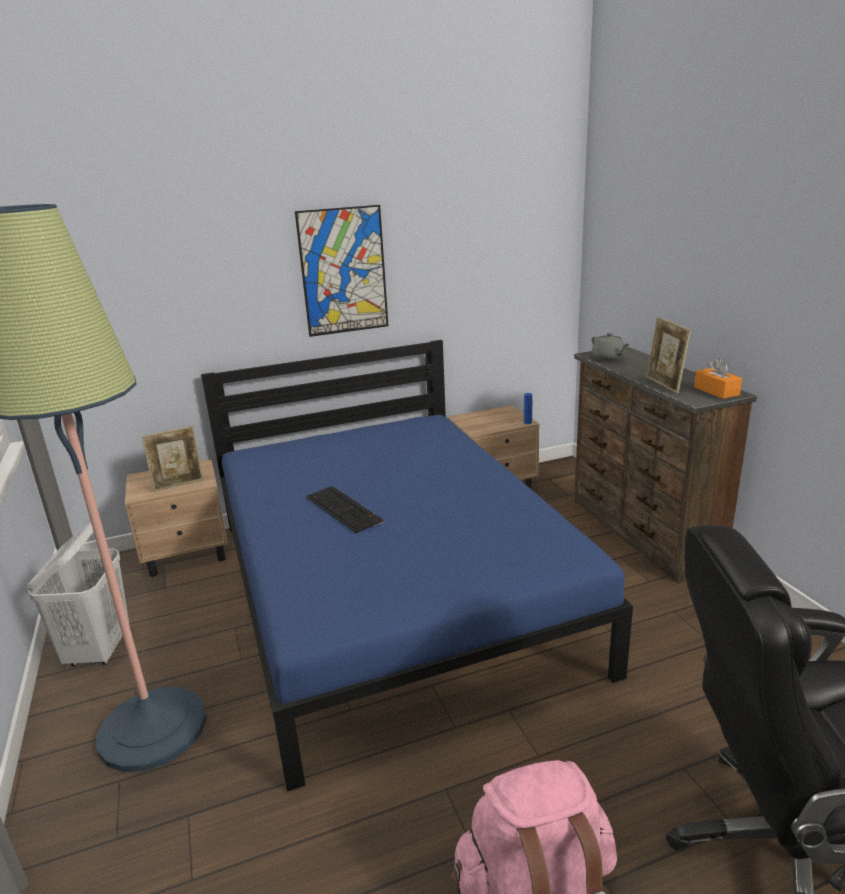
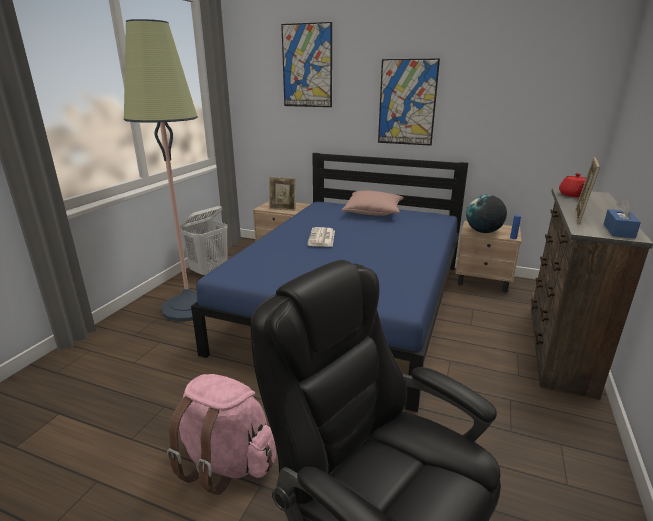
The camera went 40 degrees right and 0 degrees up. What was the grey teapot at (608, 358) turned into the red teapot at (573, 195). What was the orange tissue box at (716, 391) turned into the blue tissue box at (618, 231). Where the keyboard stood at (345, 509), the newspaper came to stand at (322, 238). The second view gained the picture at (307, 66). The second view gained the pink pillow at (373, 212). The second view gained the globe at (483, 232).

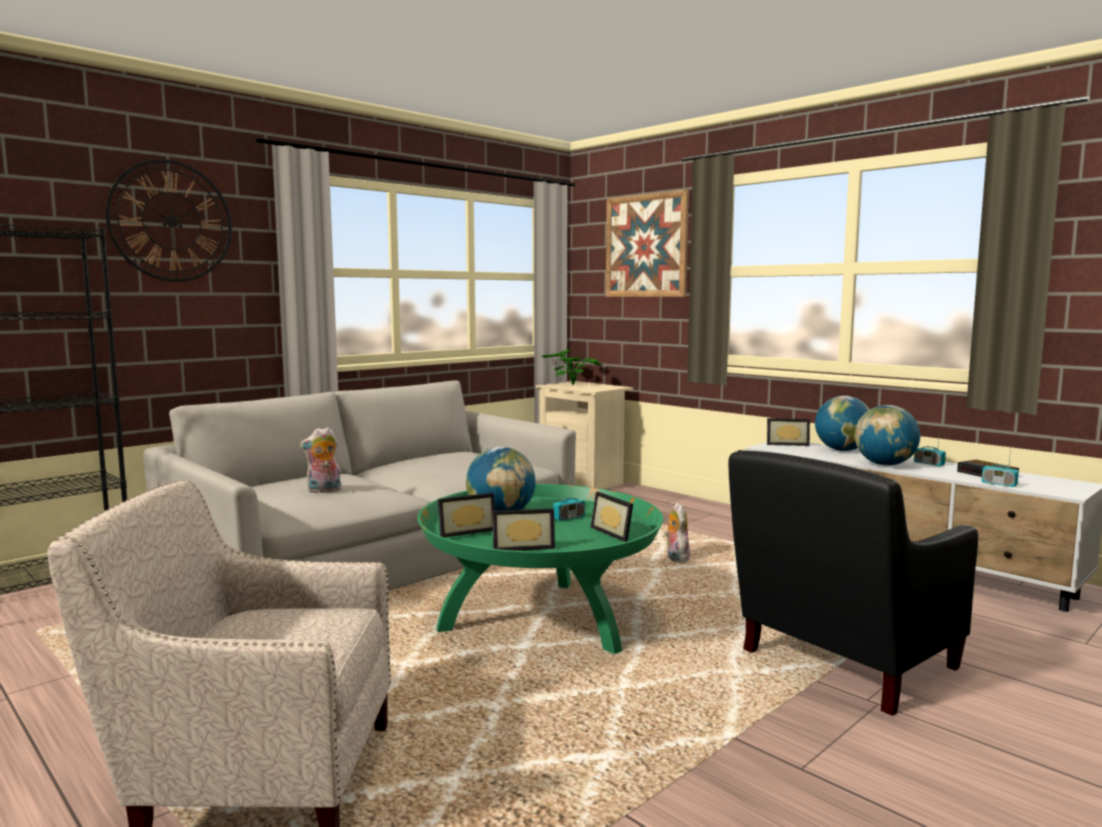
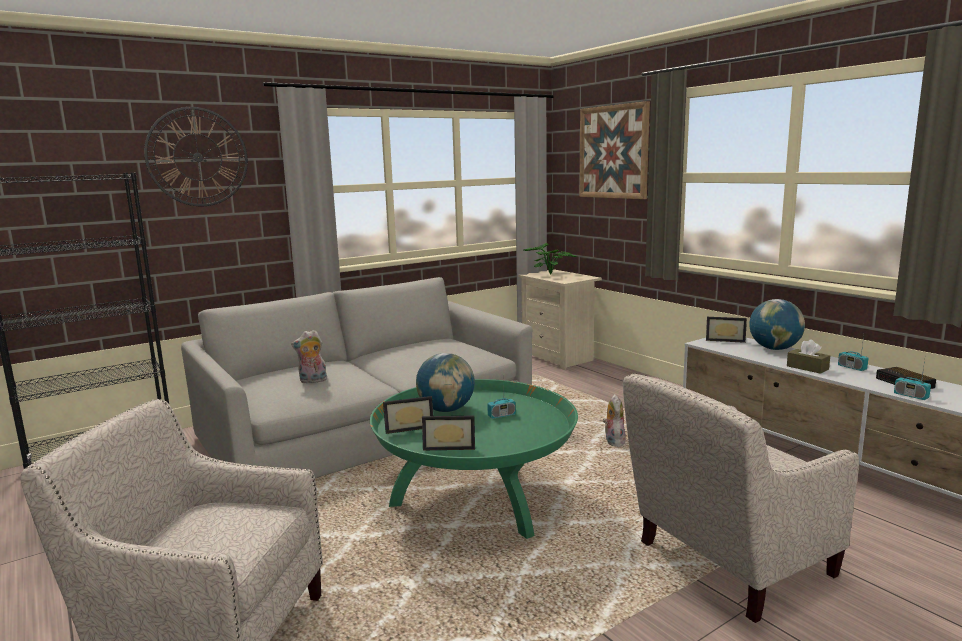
The camera went 10 degrees right and 5 degrees up. Where the globe stood at (885, 464), the brown tissue box came to stand at (807, 368). What was the black armchair at (840, 664) turned into the beige armchair at (725, 563). The second view lost the picture frame at (615, 533).

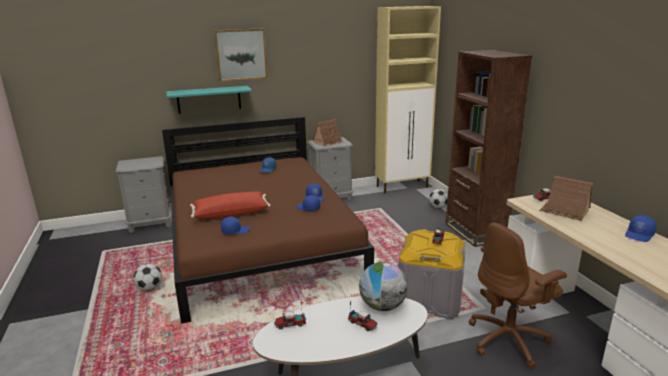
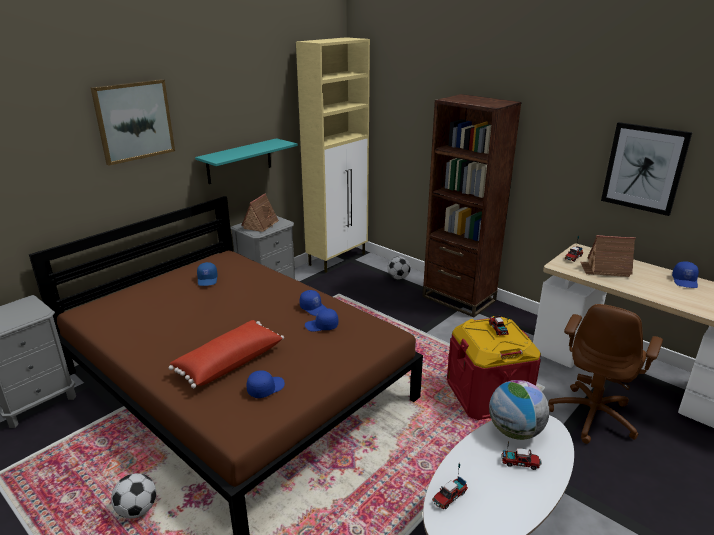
The camera went 30 degrees left and 5 degrees up. The turquoise shelf ended up elsewhere, having gone from (209, 99) to (239, 161). What was the grey storage box at (429, 299) turned into the red storage box at (488, 395). The second view gained the picture at (644, 168).

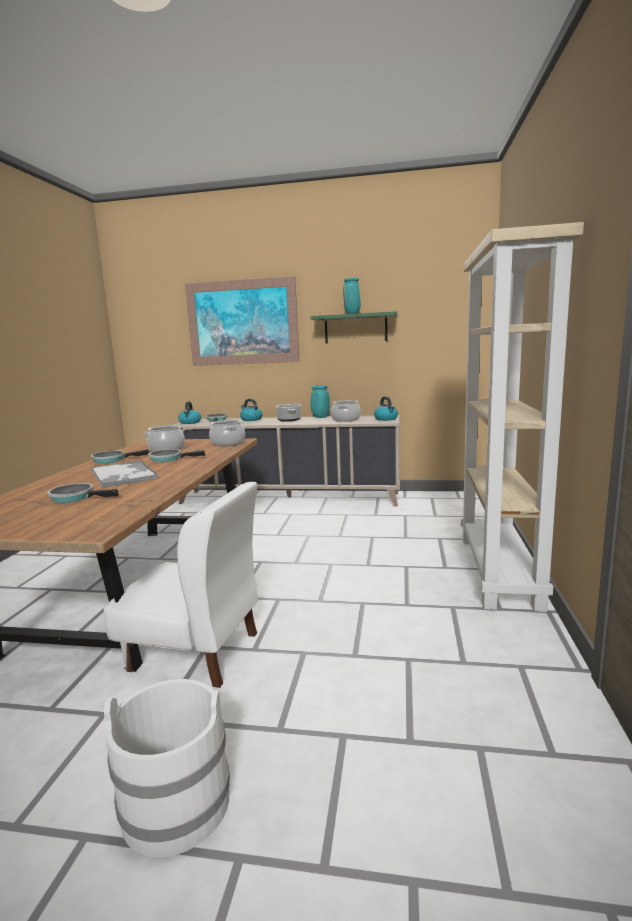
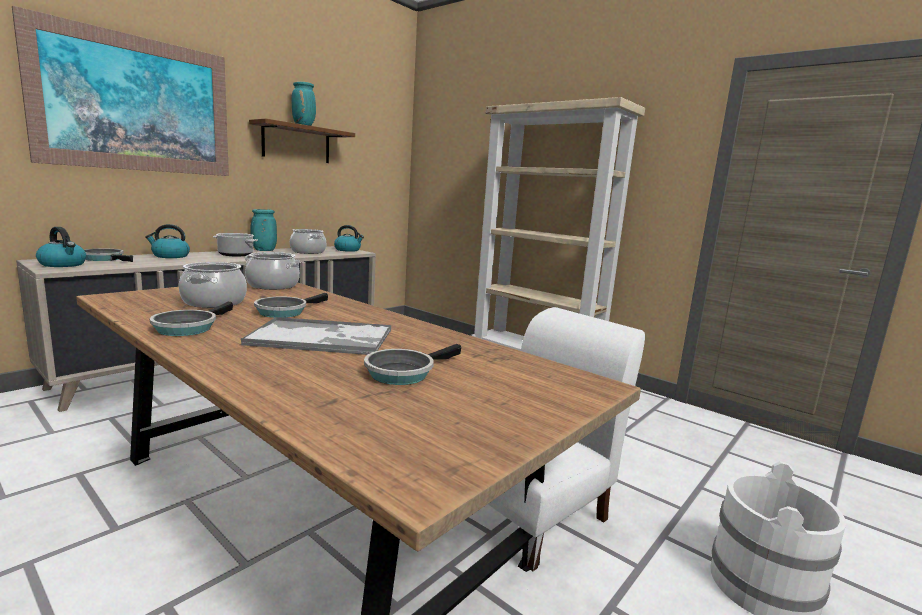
The camera went 60 degrees left and 0 degrees up. What was the green shelf at (355, 328) turned into the brown shelf at (296, 143).

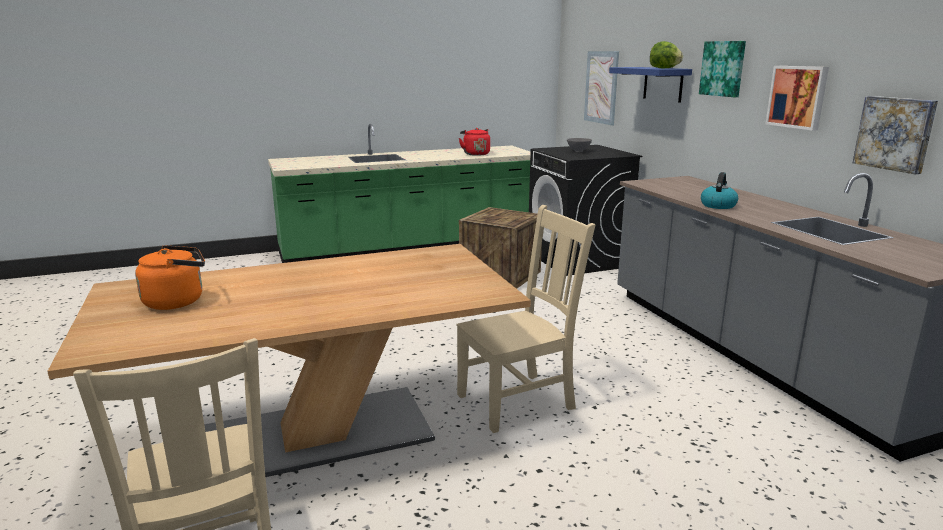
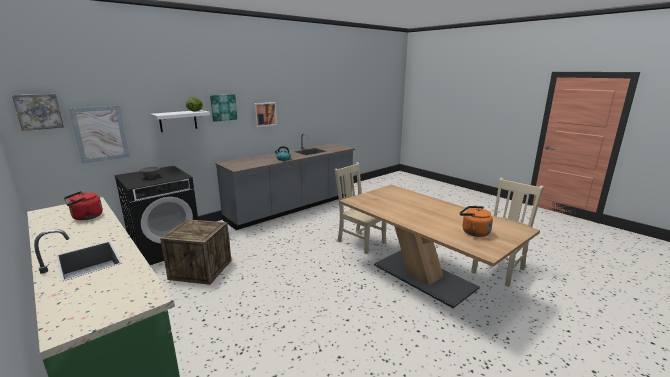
The camera went 110 degrees left and 0 degrees up. What was the blue shelf at (663, 84) turned into the white shelf at (178, 121). The picture ended up elsewhere, having gone from (895, 133) to (38, 111).

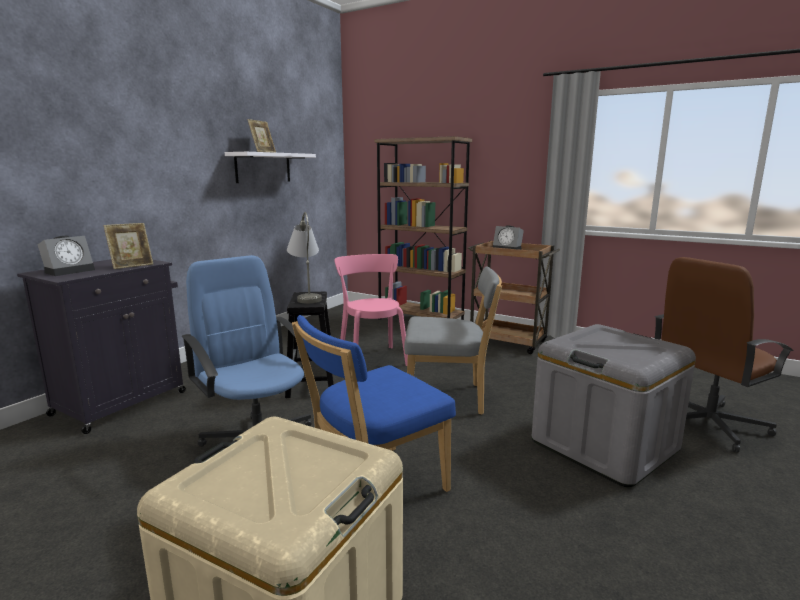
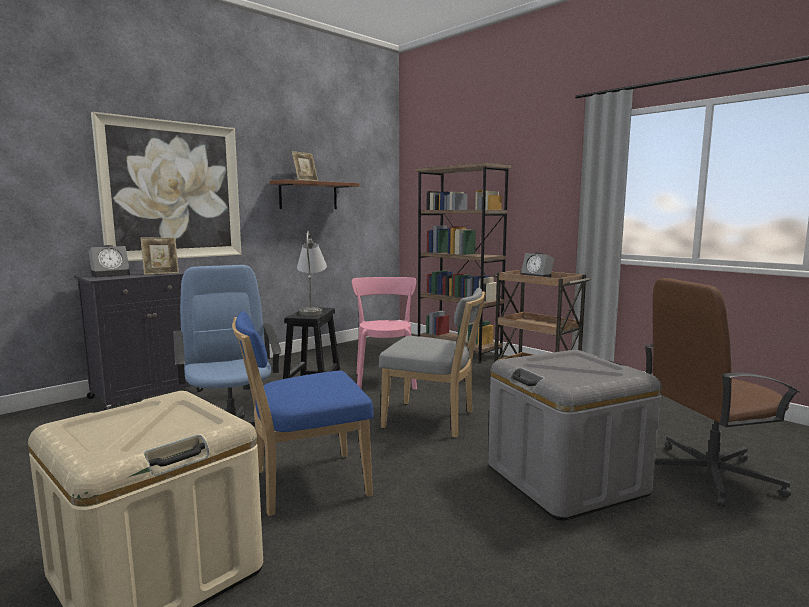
The camera went 15 degrees right and 5 degrees down. What was the white shelf at (263, 167) turned into the brown shelf at (308, 195). The second view gained the picture at (172, 191).

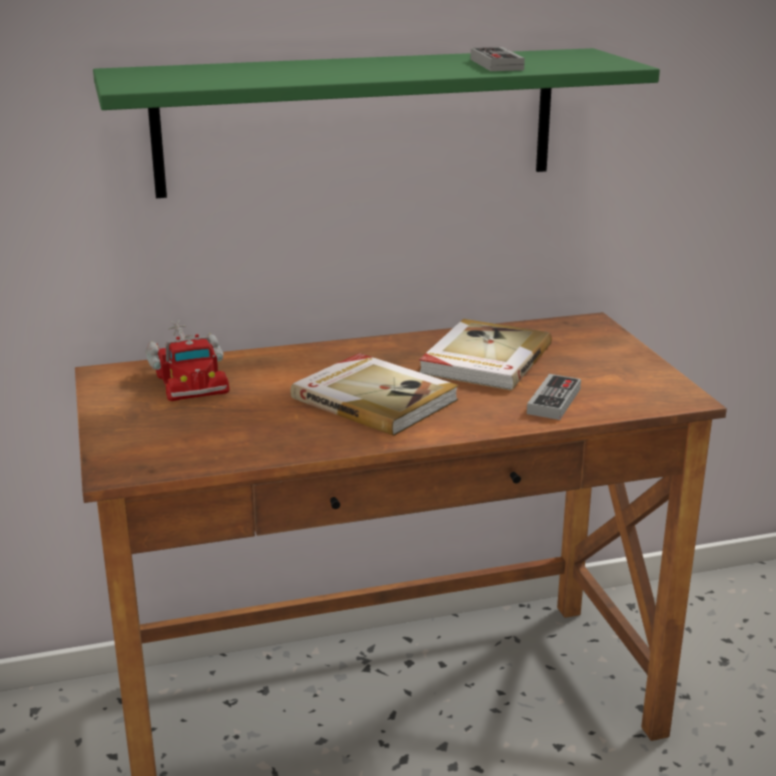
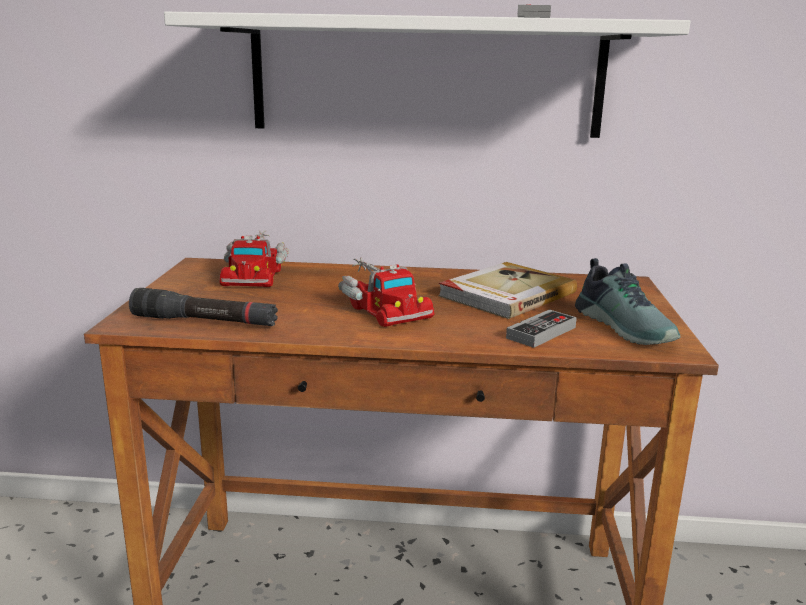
The camera went 20 degrees right and 5 degrees down. What was the green shelf at (358, 121) turned into the white shelf at (426, 78). Where the book stood at (375, 398), the toy truck came to stand at (382, 307). The second view gained the shoe at (626, 327). The second view gained the black flashlight at (205, 322).

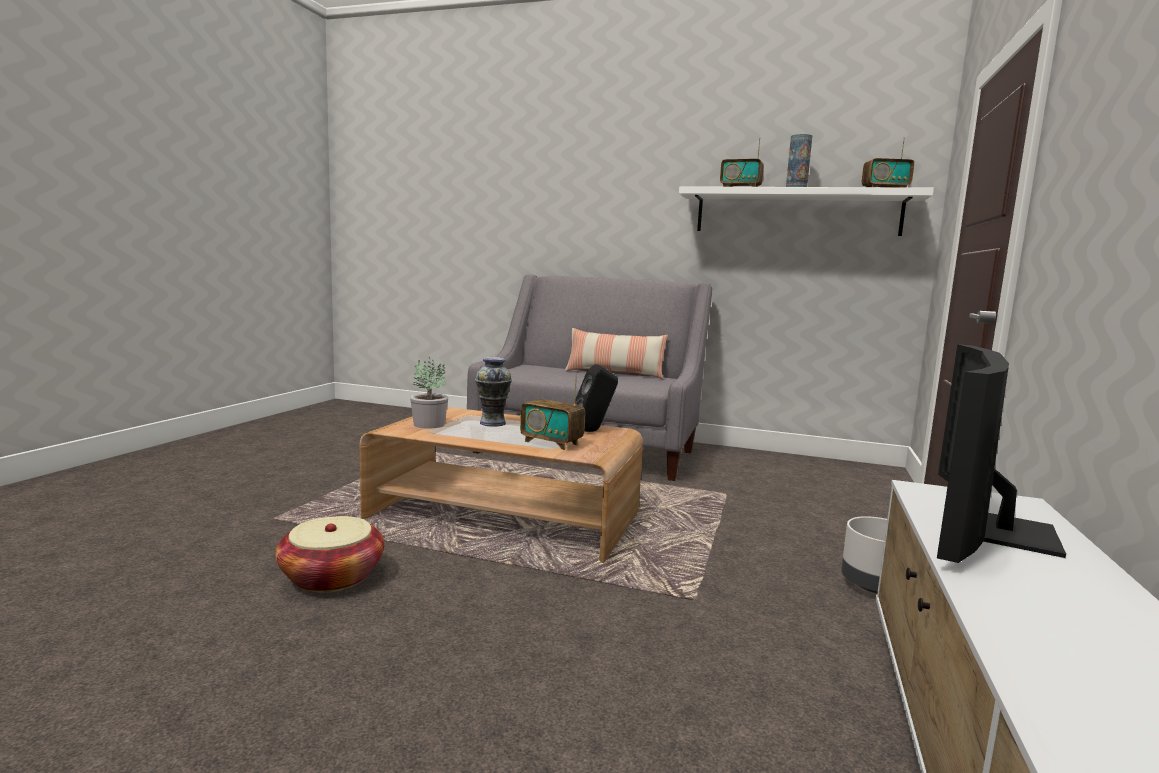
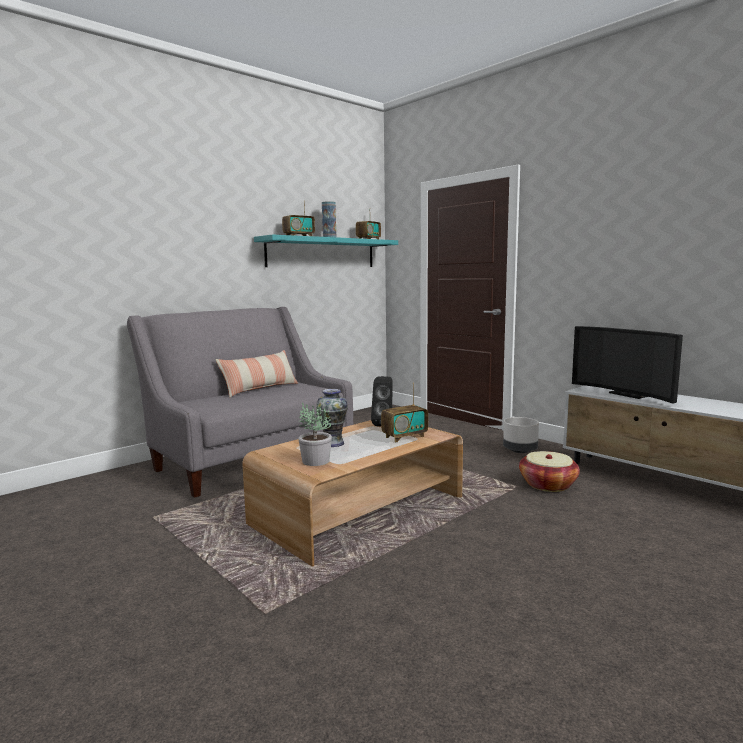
The camera went 60 degrees left and 0 degrees up. What was the white shelf at (797, 213) turned into the turquoise shelf at (322, 253). The basket ended up elsewhere, having gone from (332, 577) to (548, 485).

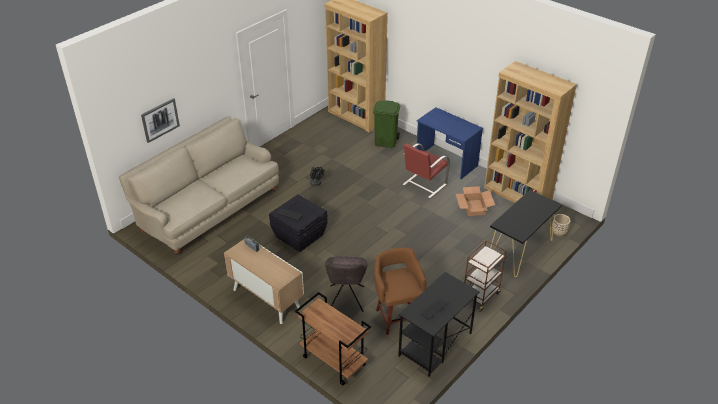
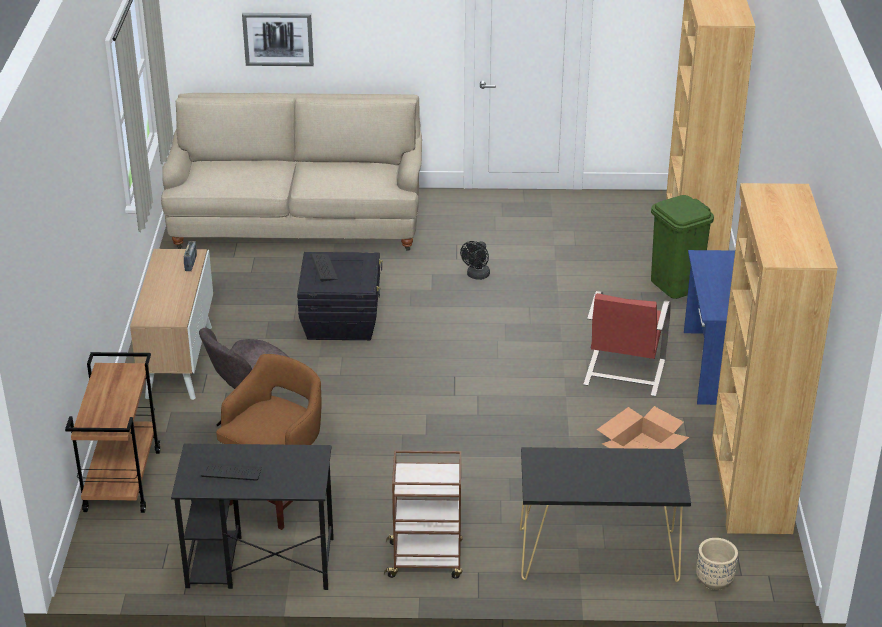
The camera went 50 degrees right and 5 degrees down. The red chair at (423, 185) ended up facing another way, 75 degrees counterclockwise from before.

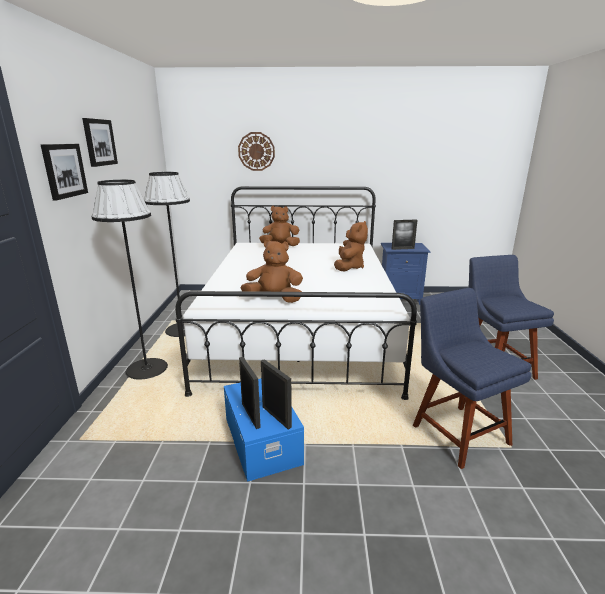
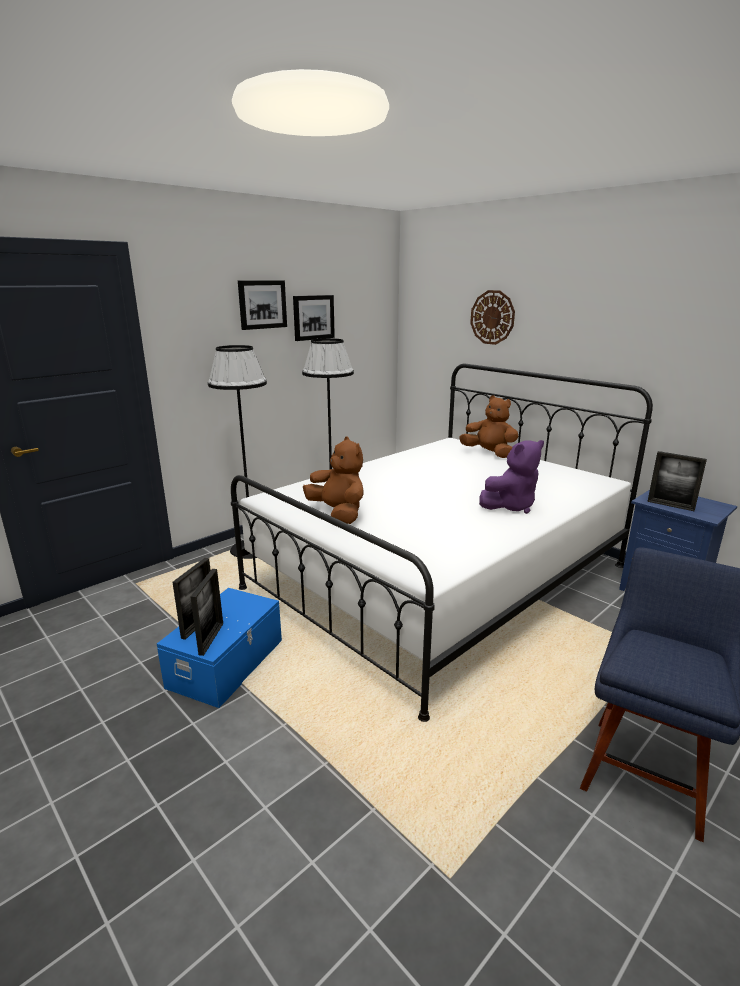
The camera went 45 degrees right and 0 degrees up. The picture ended up elsewhere, having gone from (64, 170) to (313, 317). What was the brown plush toy at (349, 267) turned into the purple plush toy at (511, 506). The second view lost the blue chair at (456, 432).

